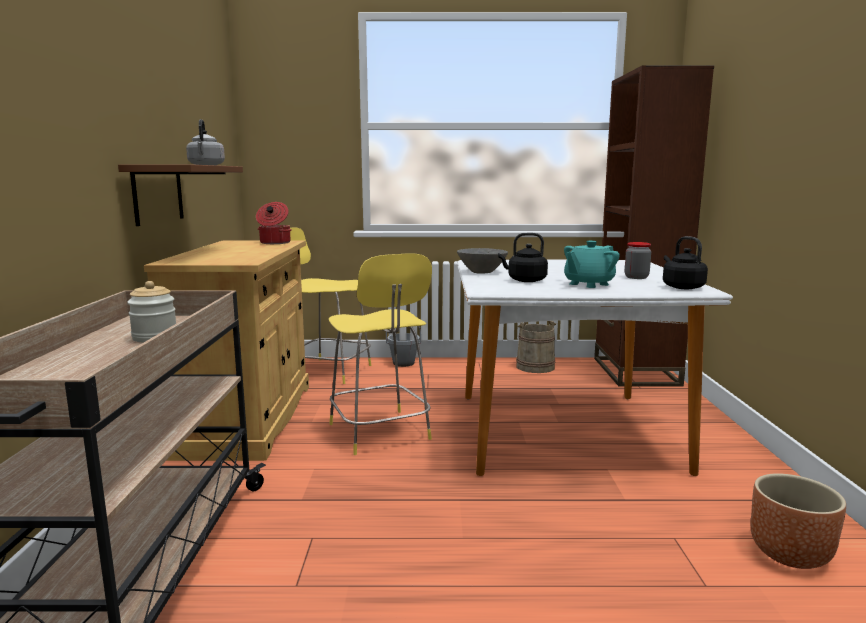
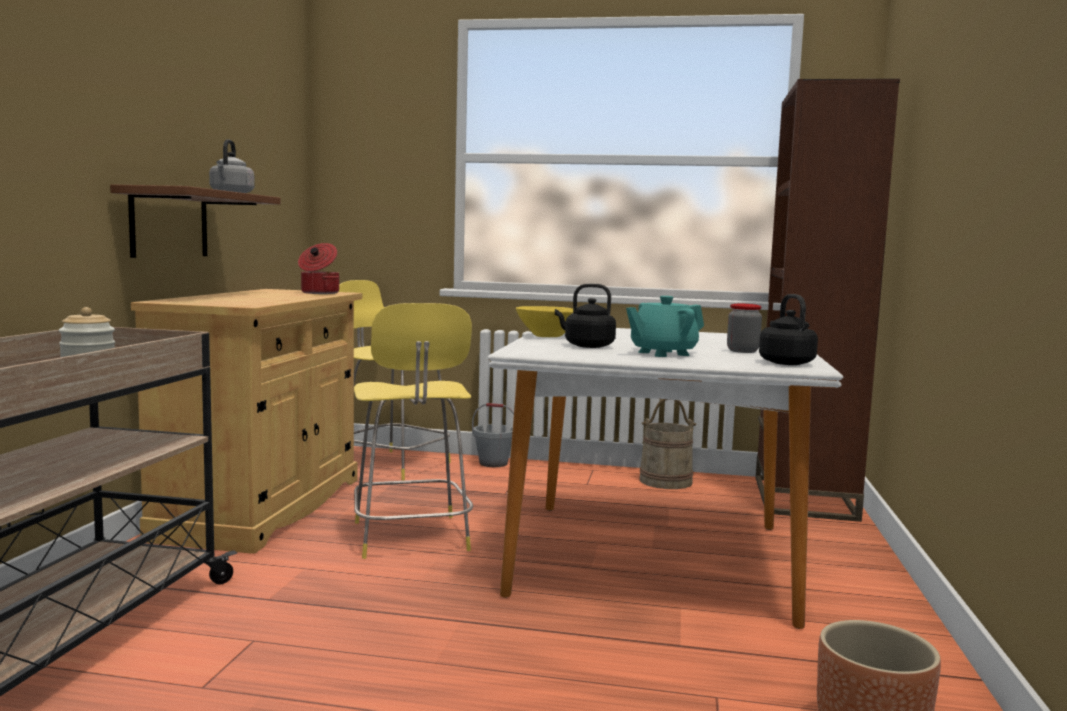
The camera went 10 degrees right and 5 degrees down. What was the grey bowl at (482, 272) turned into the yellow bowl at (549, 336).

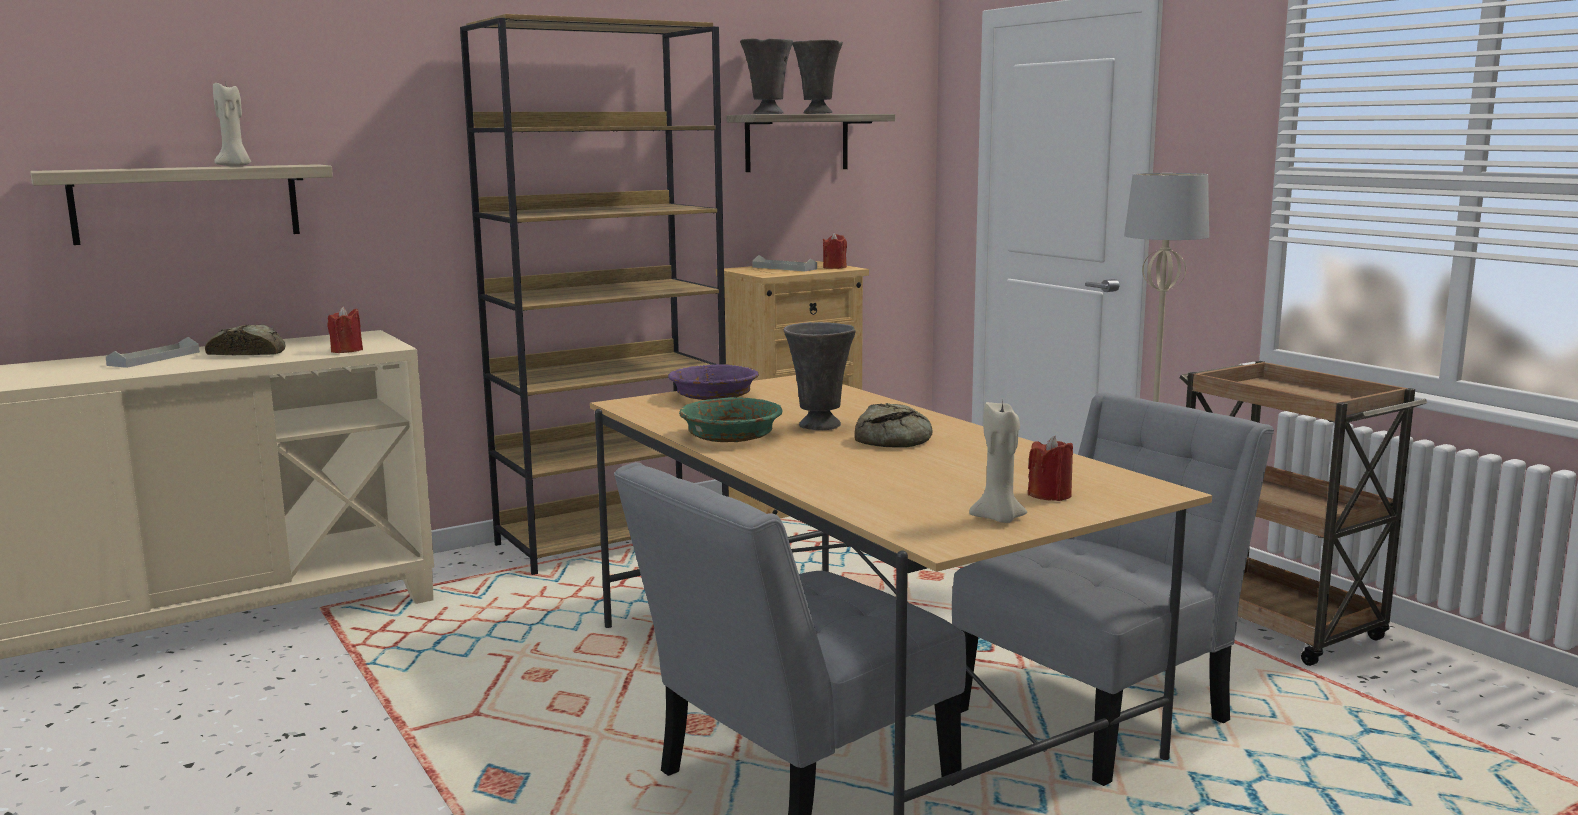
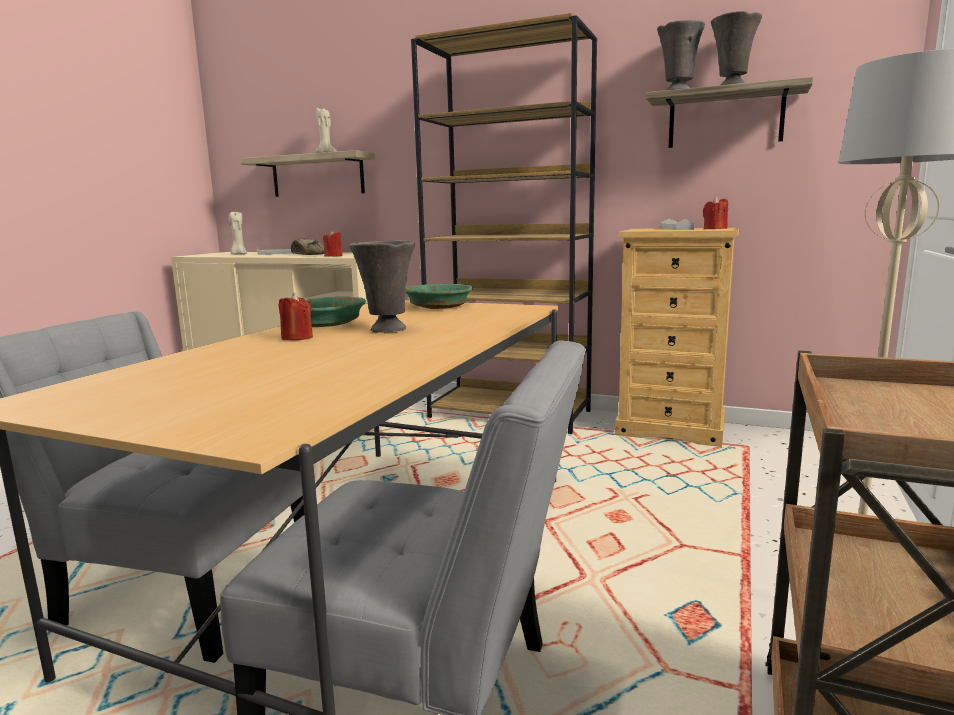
The camera went 55 degrees right and 0 degrees up. What was the purple bowl at (714, 396) turned into the green bowl at (439, 306). The beige candle ended up elsewhere, having gone from (999, 519) to (239, 254). The second view lost the bread at (896, 439). The red candle ended up elsewhere, having gone from (1050, 495) to (297, 337).

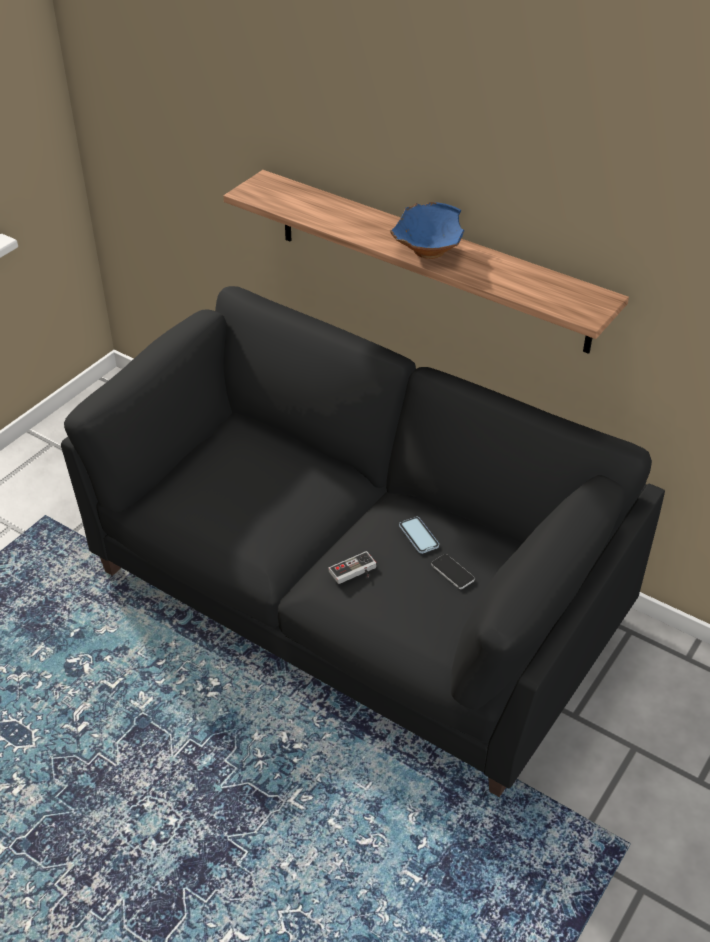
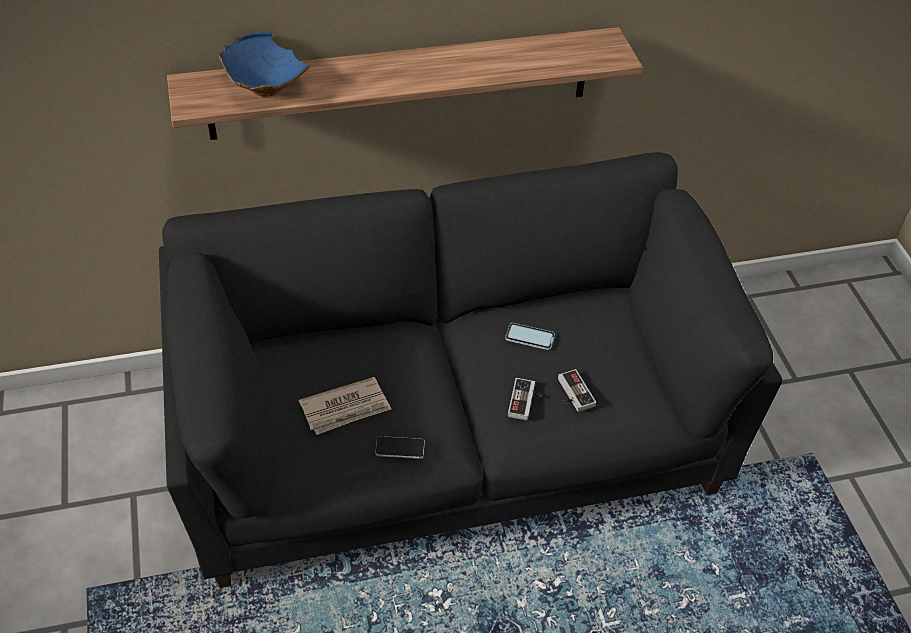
The camera went 50 degrees left and 5 degrees up. The blue bowl ended up elsewhere, having gone from (426, 250) to (263, 88). The phone ended up elsewhere, having gone from (452, 572) to (400, 448). The second view gained the game controller at (572, 394). The second view gained the newspaper at (346, 408).

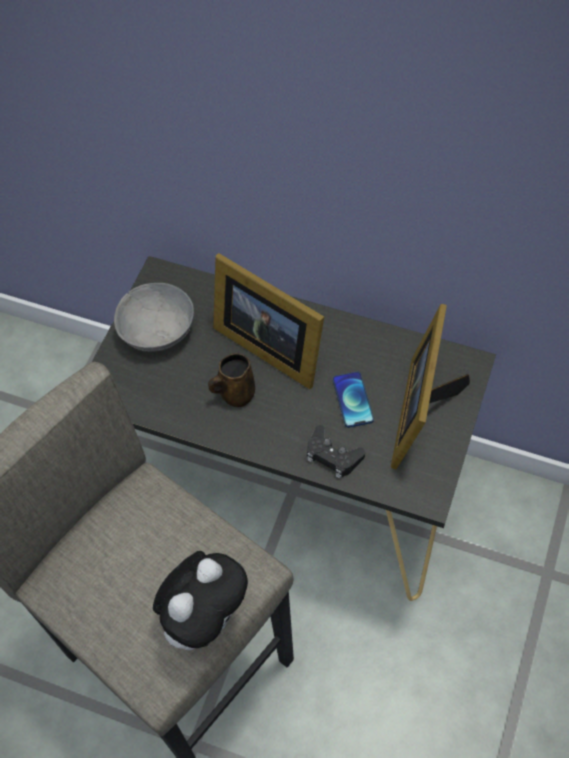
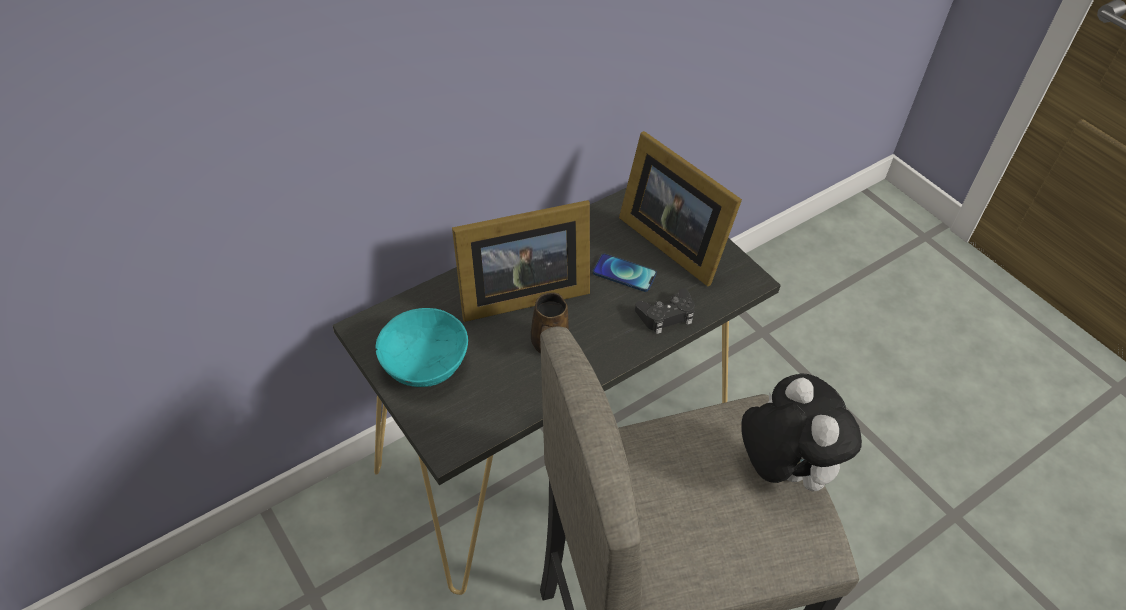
The camera went 60 degrees left and 10 degrees down. What was the grey bowl at (158, 330) turned into the turquoise bowl at (426, 362).

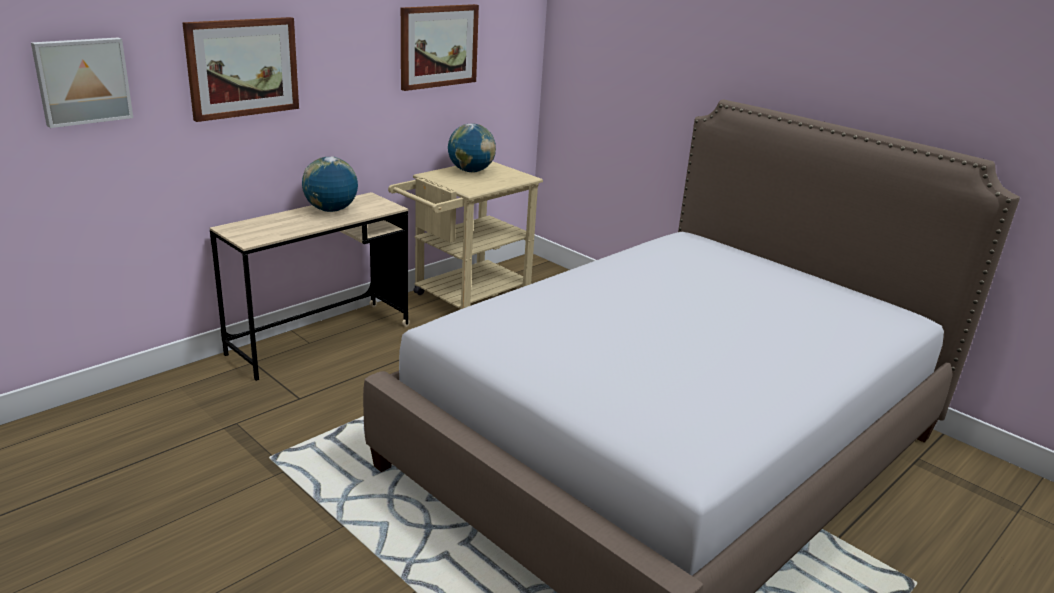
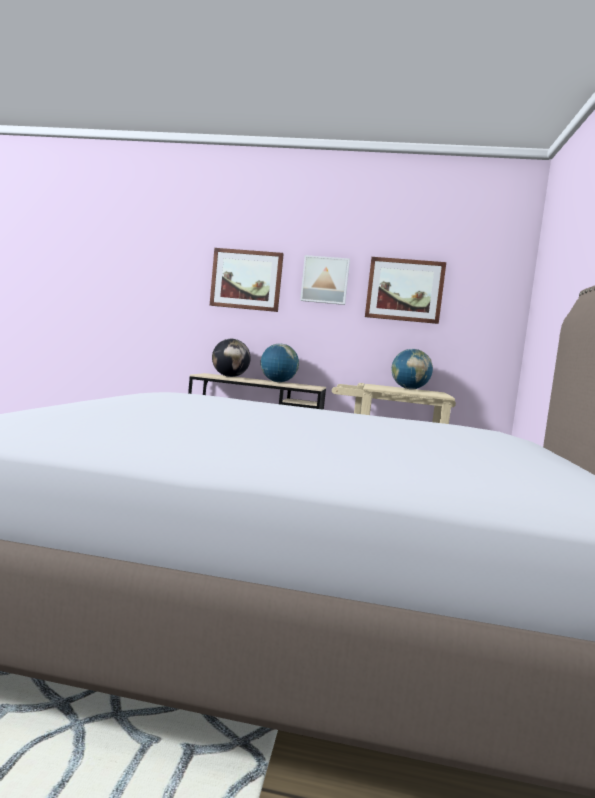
The camera went 55 degrees right and 20 degrees down. The picture ended up elsewhere, having gone from (82, 81) to (325, 280). The second view gained the globe at (229, 376).

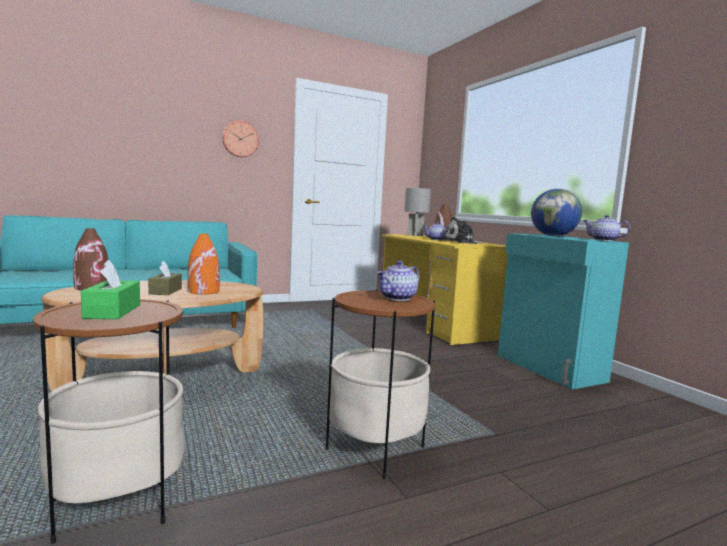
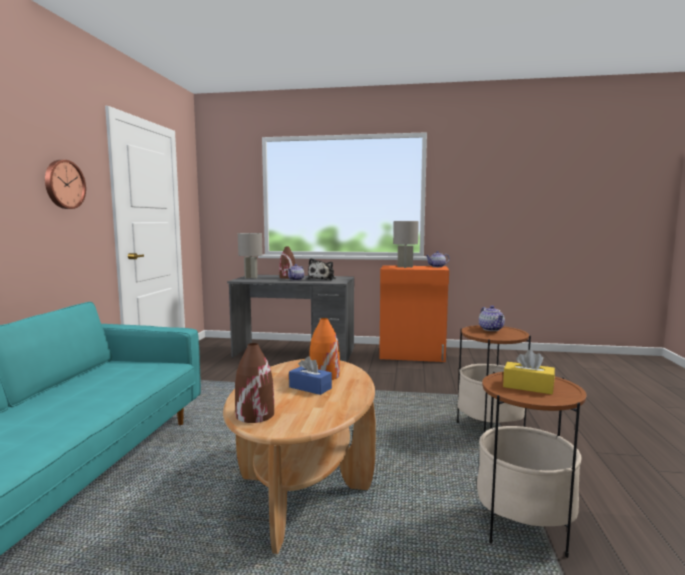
The camera went 55 degrees left and 0 degrees up. Where the globe stood at (553, 236), the grey table lamp came to stand at (404, 267). What was the turquoise cabinet at (549, 368) turned into the orange cabinet at (412, 355). What was the yellow desk at (436, 324) turned into the grey desk at (295, 353). What was the green tissue box at (113, 311) turned into the yellow tissue box at (528, 387). What was the brown tissue box at (165, 291) turned into the blue tissue box at (310, 388).

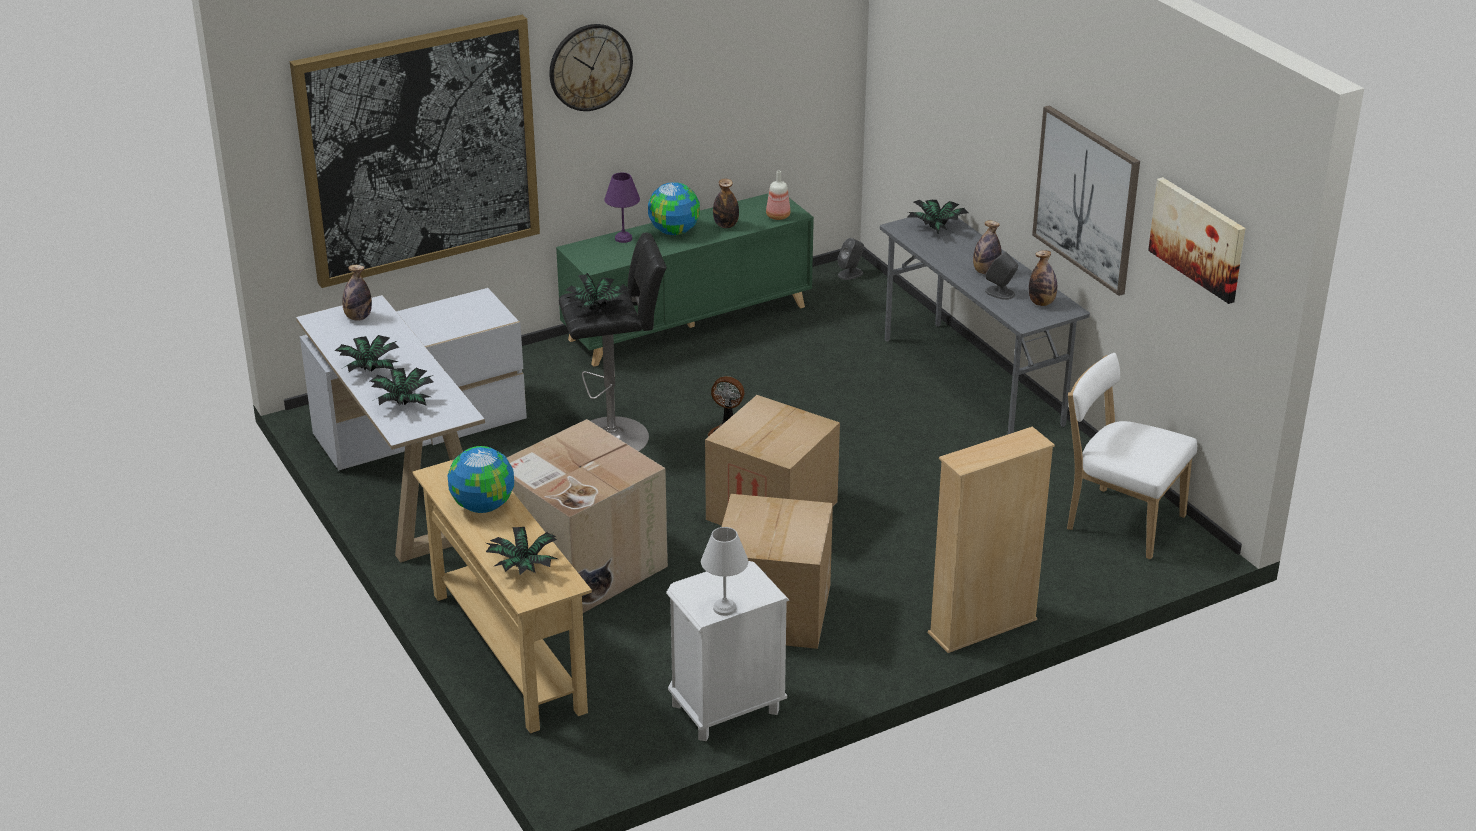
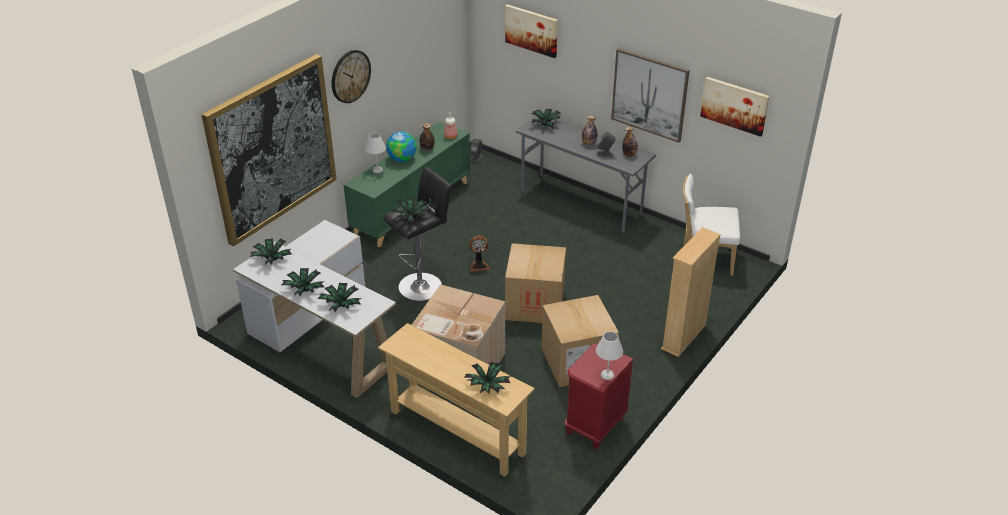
The camera went 25 degrees left and 5 degrees up. What was the purple table lamp at (623, 239) turned into the white table lamp at (377, 170). Where the bottle stood at (358, 317), the potted plant came to stand at (271, 259). The second view lost the globe at (482, 506). What was the white nightstand at (725, 709) turned into the red nightstand at (594, 426). The second view gained the picture at (531, 30).

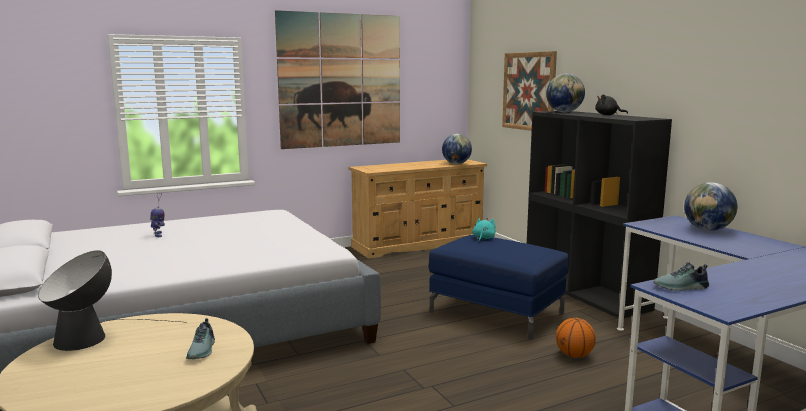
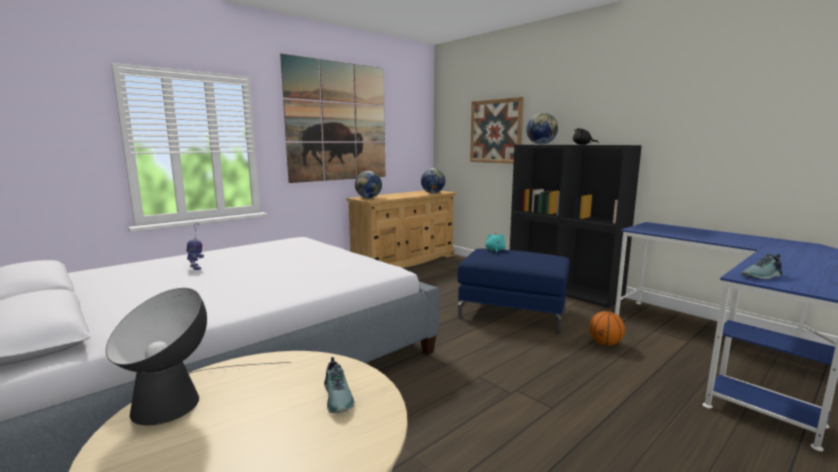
The camera went 15 degrees left and 0 degrees up. The globe ended up elsewhere, having gone from (707, 230) to (368, 198).

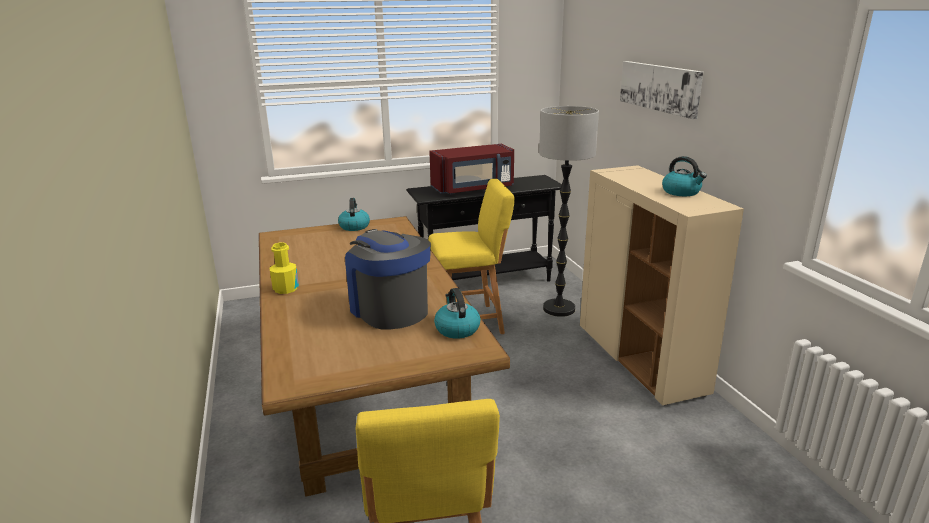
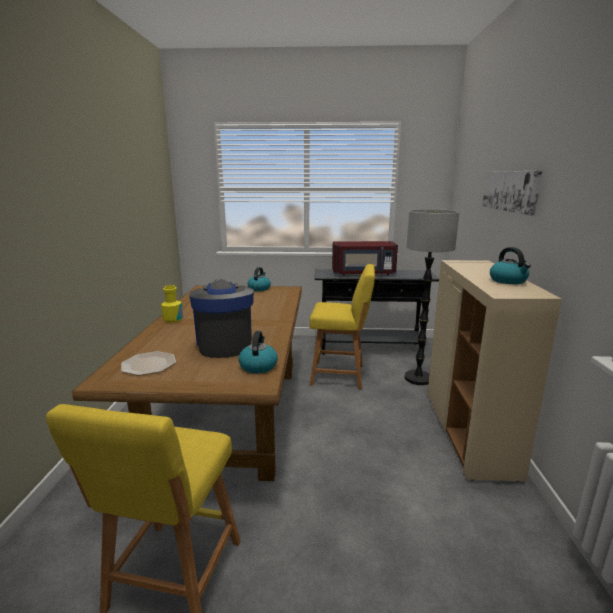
The camera went 20 degrees right and 5 degrees down. The second view gained the plate at (149, 364).

